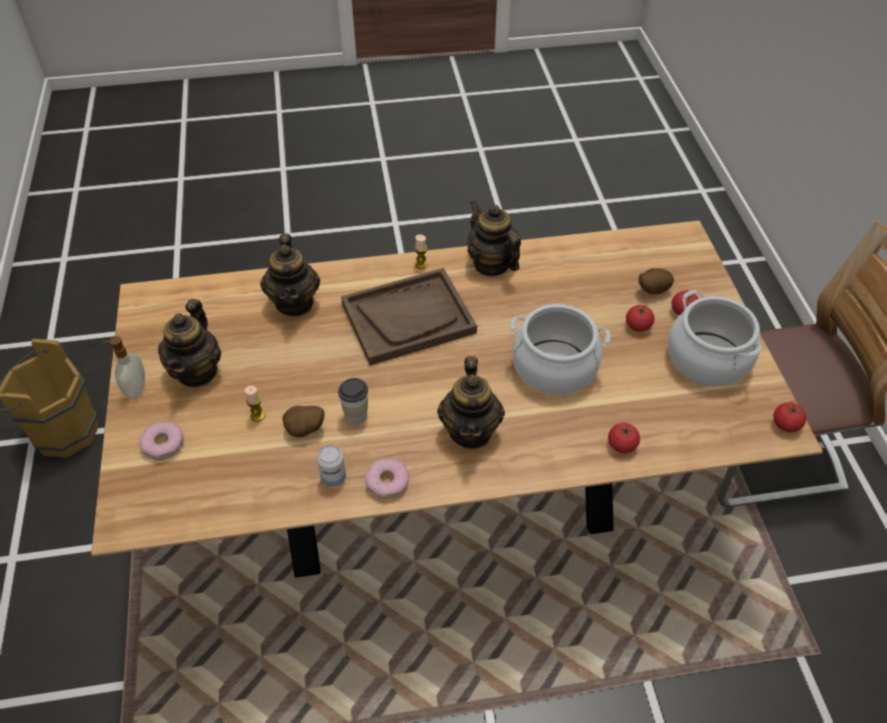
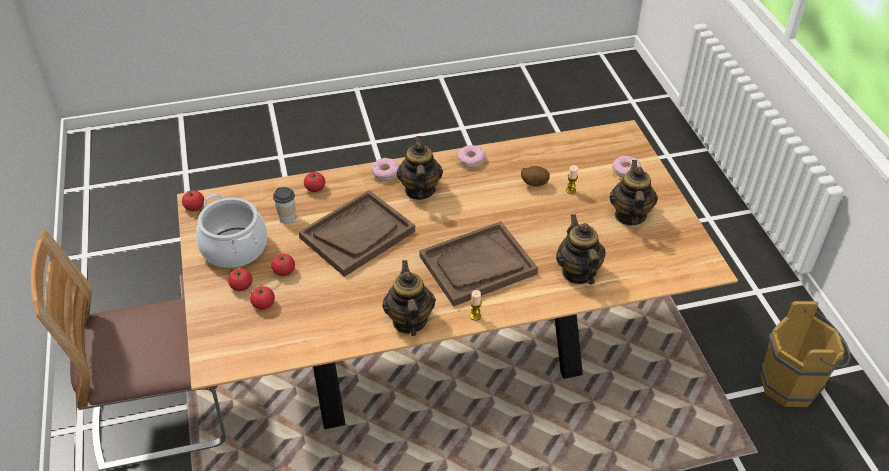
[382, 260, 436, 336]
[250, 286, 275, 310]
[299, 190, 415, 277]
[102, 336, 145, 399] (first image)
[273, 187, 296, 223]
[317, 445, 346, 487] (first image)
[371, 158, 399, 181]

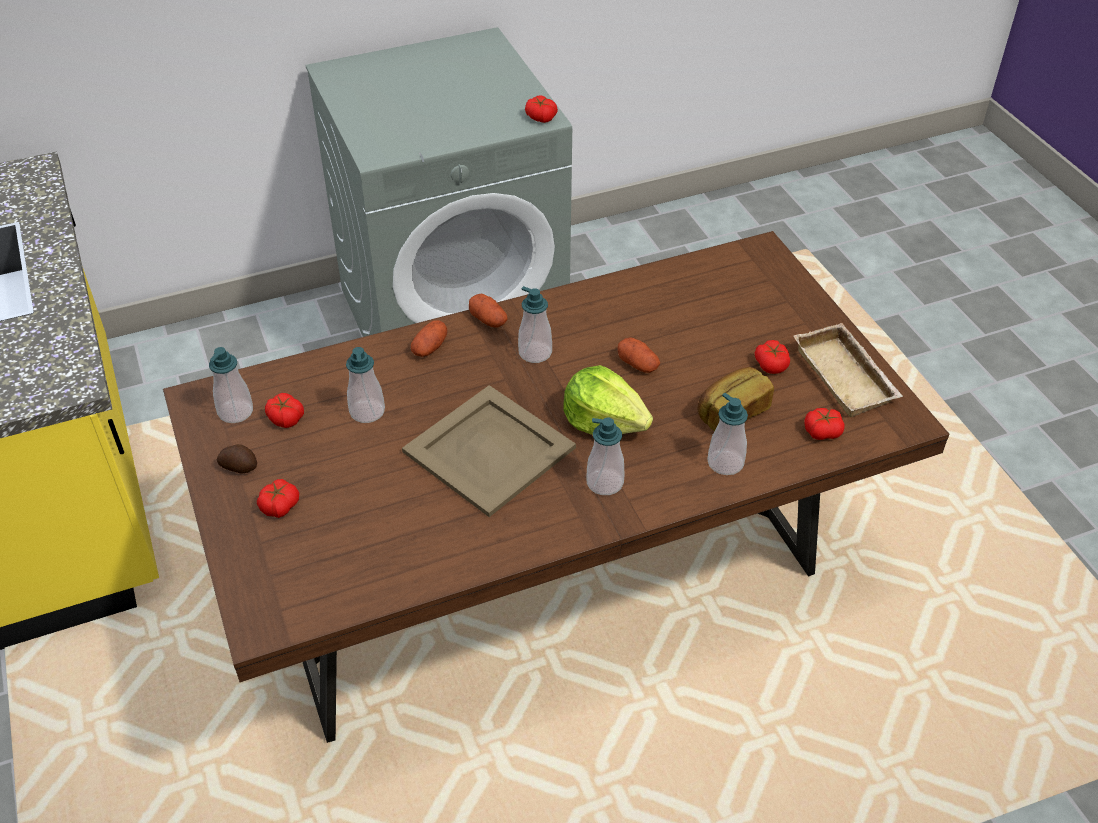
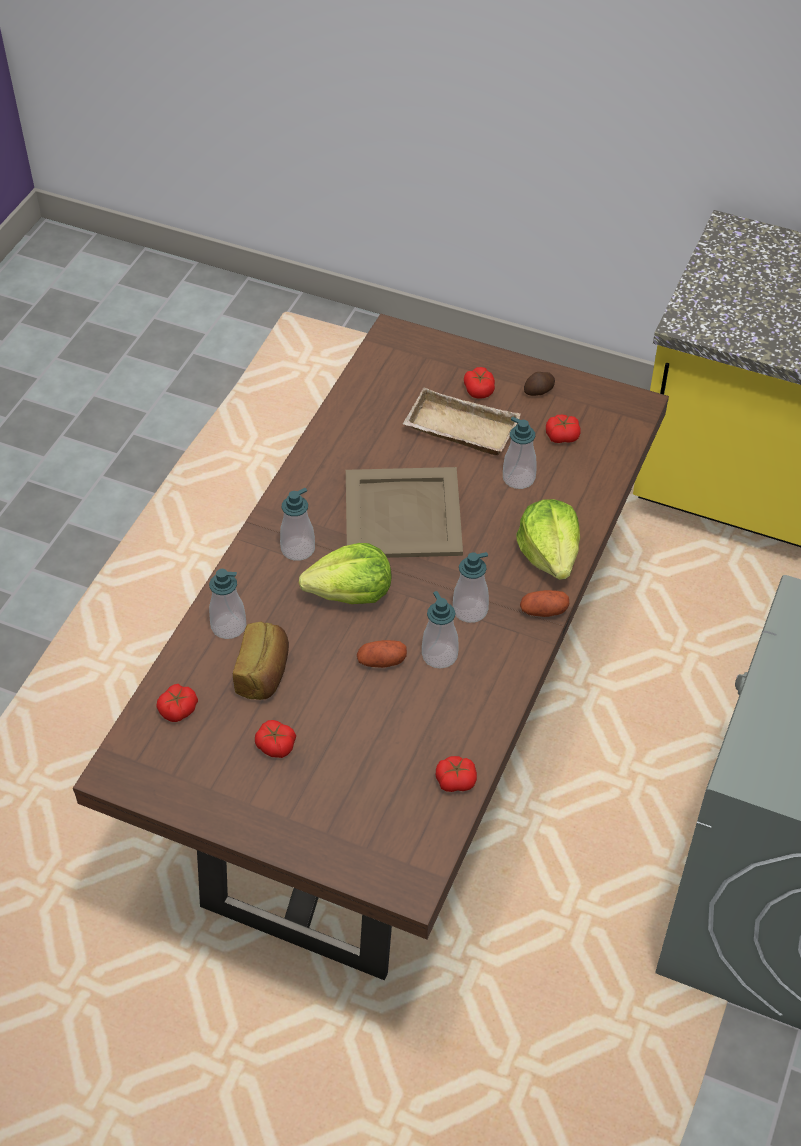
[436, 756, 477, 792]
[516, 499, 580, 580]
[403, 387, 521, 455]
[422, 591, 459, 669]

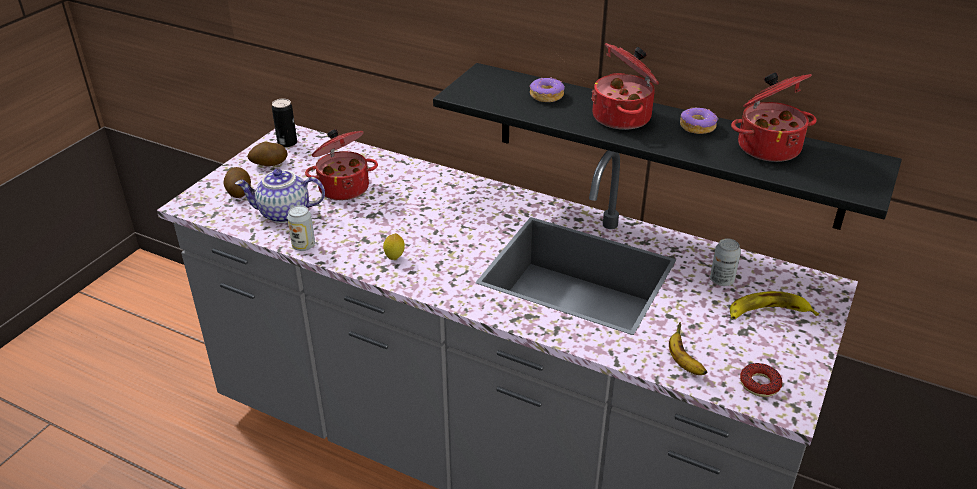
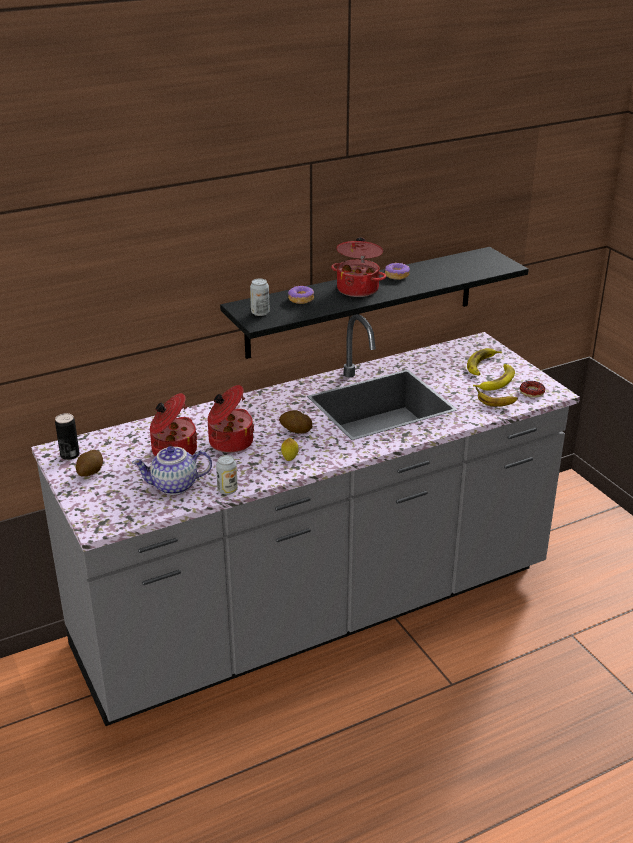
[207, 385, 254, 453]
[279, 410, 312, 433]
[132, 446, 212, 495]
[250, 279, 270, 316]
[473, 364, 515, 391]

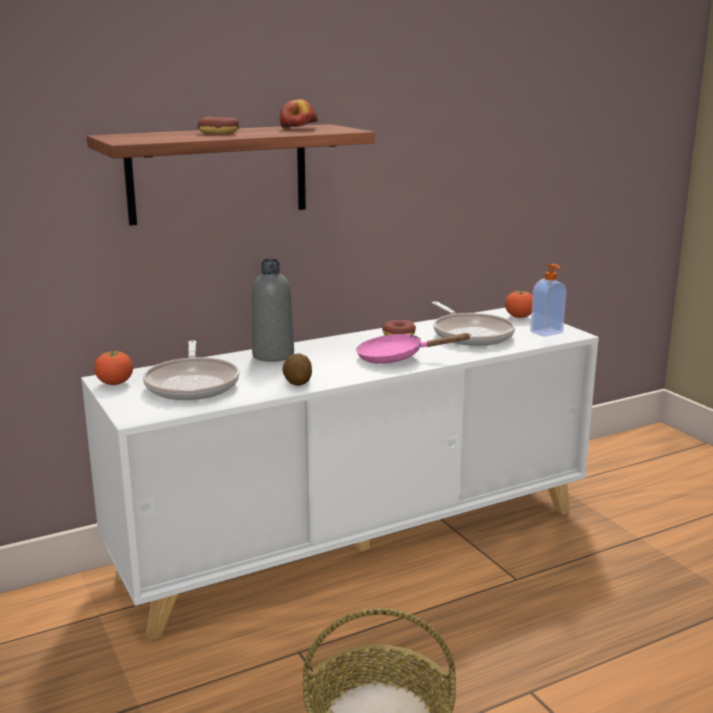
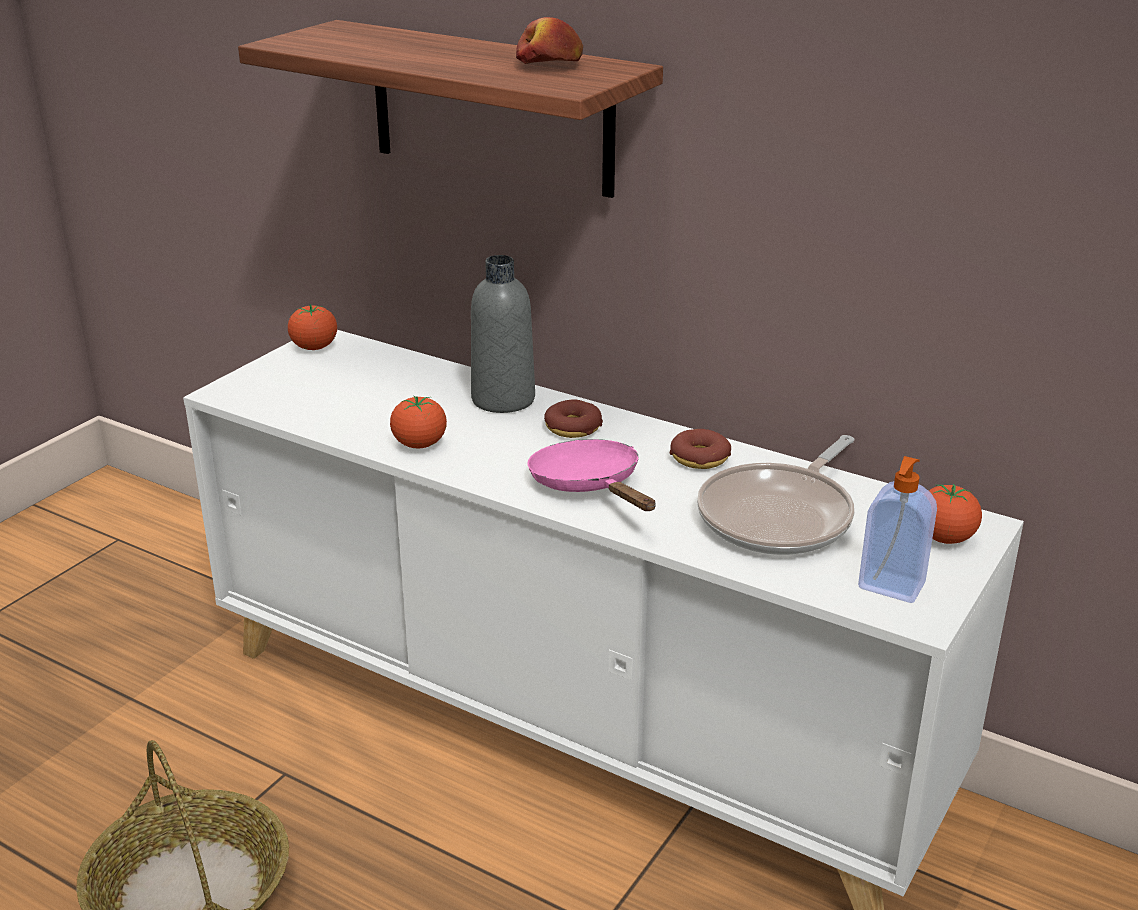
[544, 399, 603, 438]
[143, 340, 240, 400] (first image)
[390, 396, 447, 449]

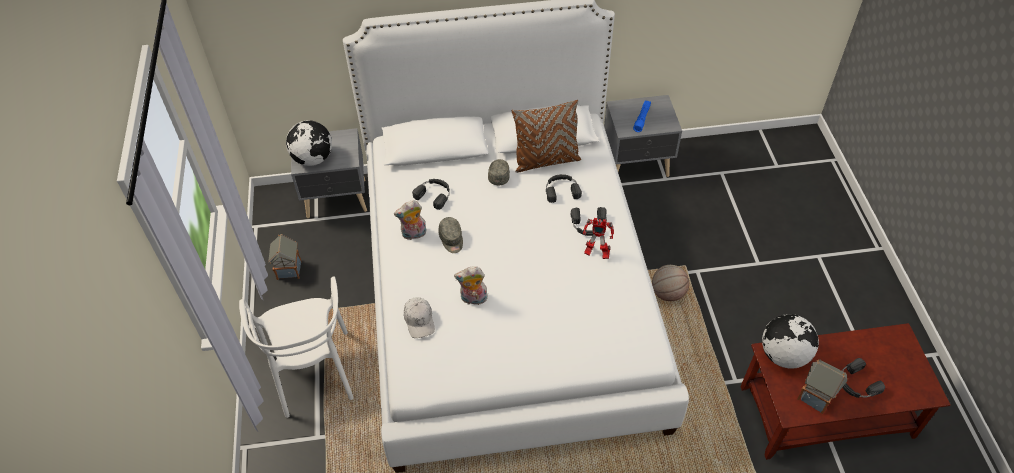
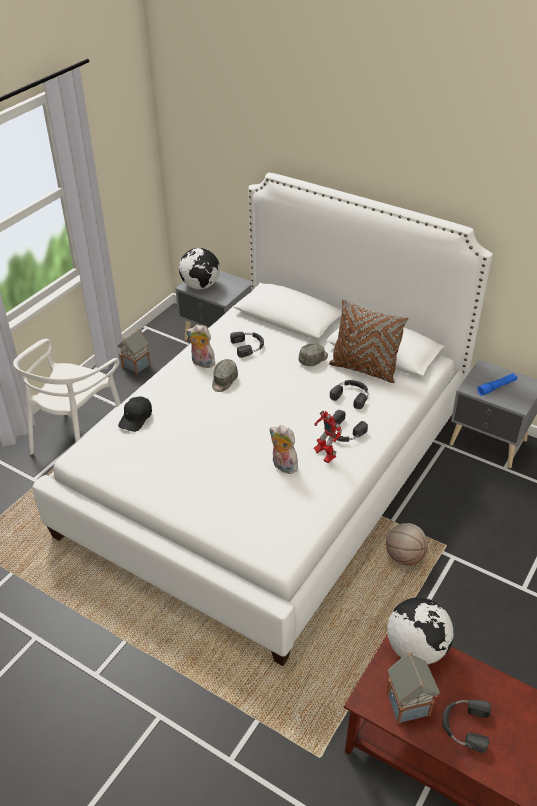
[269, 425, 298, 474]
[118, 397, 152, 432]

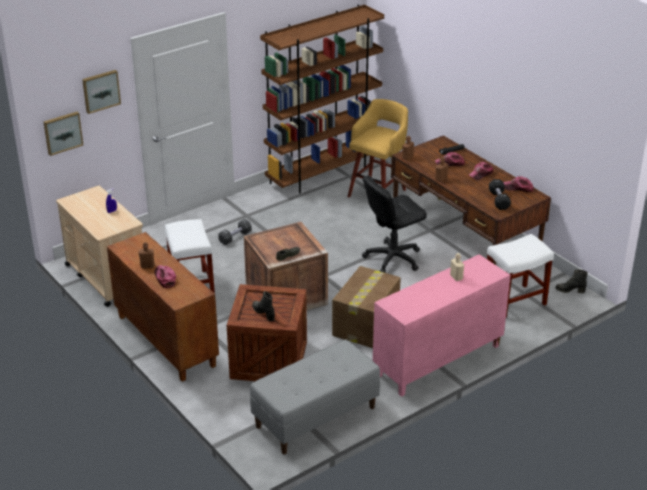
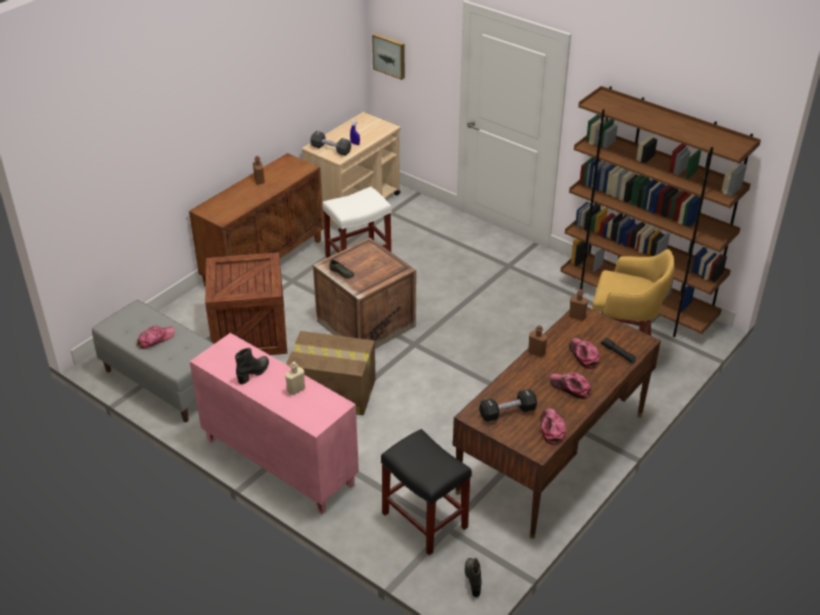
[82, 70, 121, 114] (first image)
[362, 176, 427, 273] (first image)
[310, 131, 351, 156]
[381, 429, 472, 555]
[137, 325, 175, 349]
[235, 348, 269, 384]

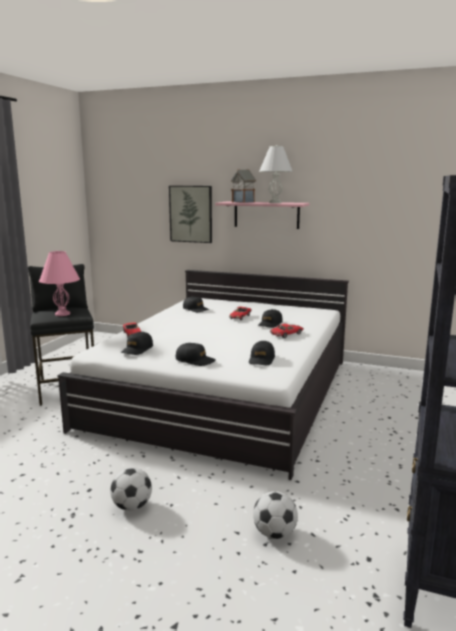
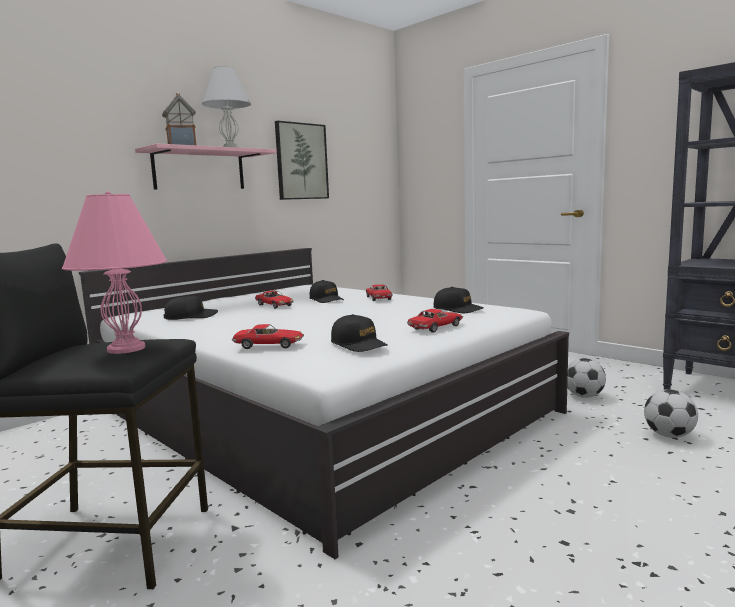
[275, 121, 329, 200]
[407, 309, 463, 333]
[567, 358, 606, 398]

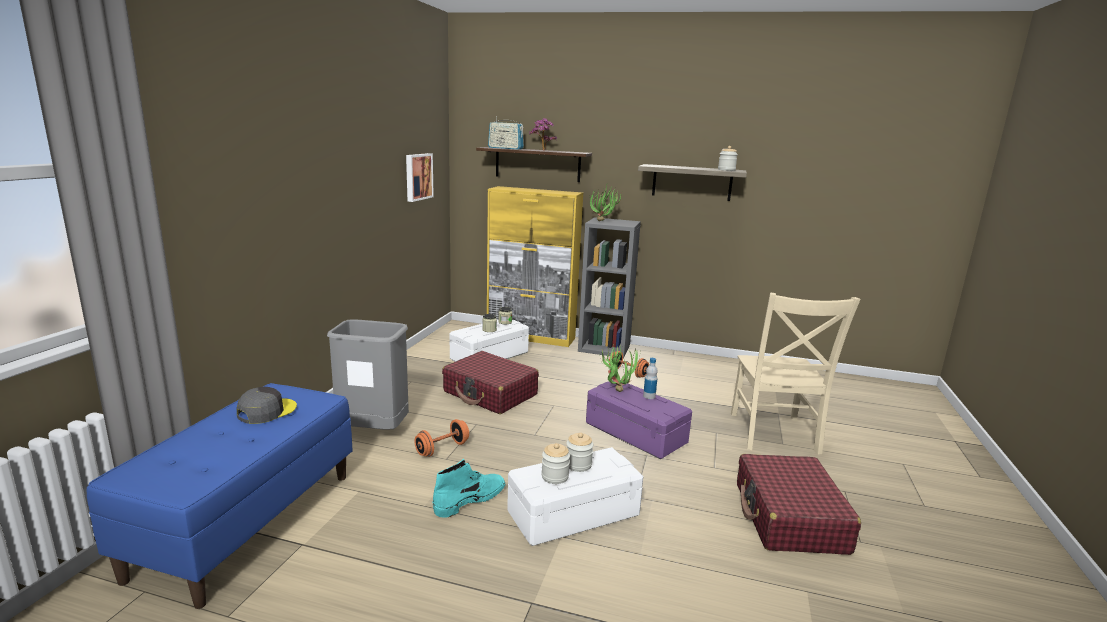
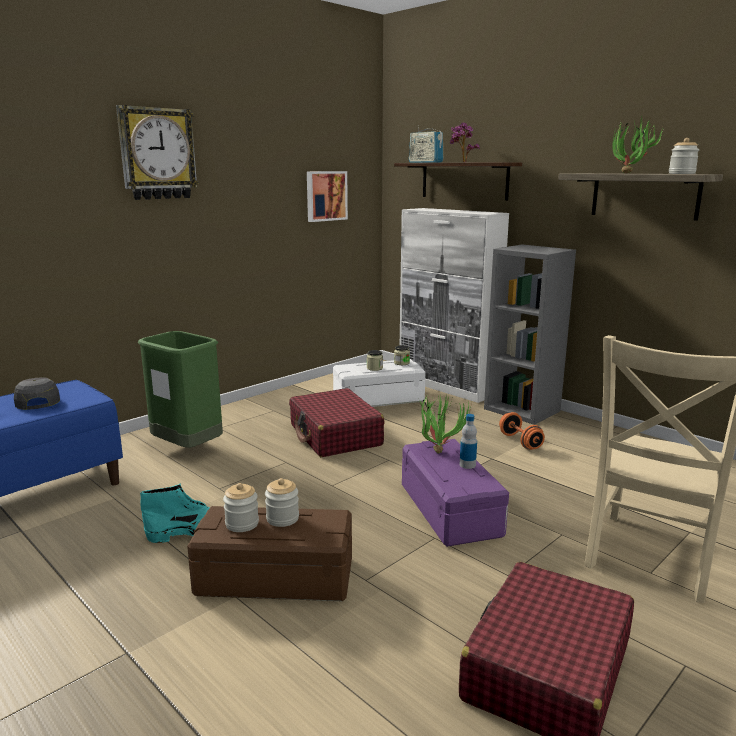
[612, 117, 664, 174]
[400, 208, 509, 403]
[138, 331, 223, 448]
[14, 377, 60, 410]
[414, 419, 469, 457] (first image)
[187, 506, 352, 601]
[116, 105, 199, 200]

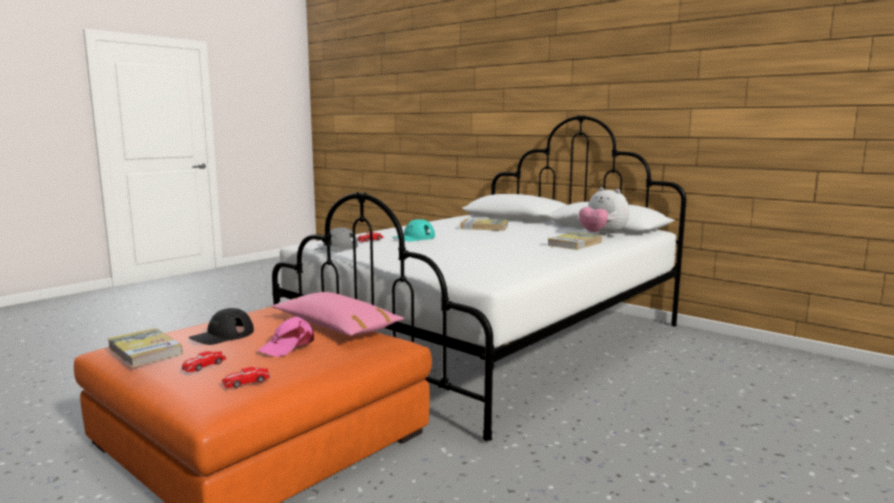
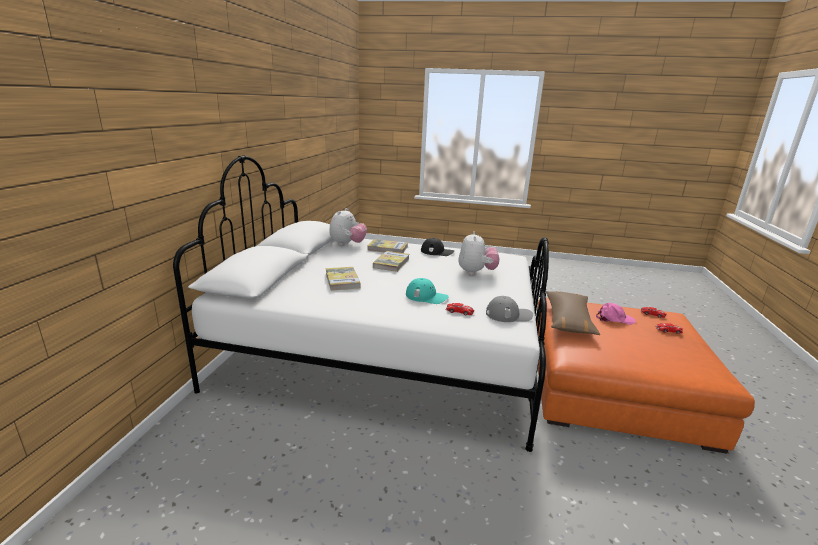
[546, 291, 600, 335]
[421, 238, 454, 256]
[373, 251, 409, 272]
[458, 231, 500, 275]

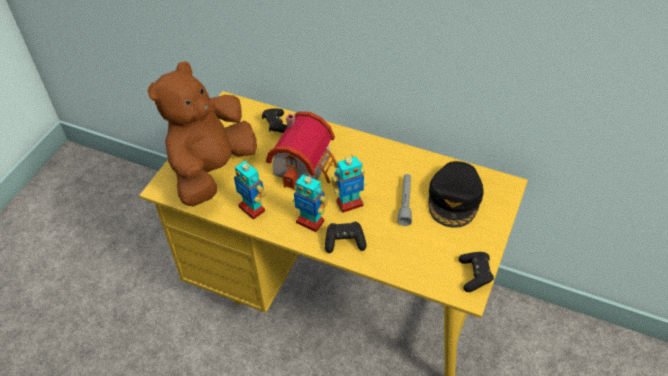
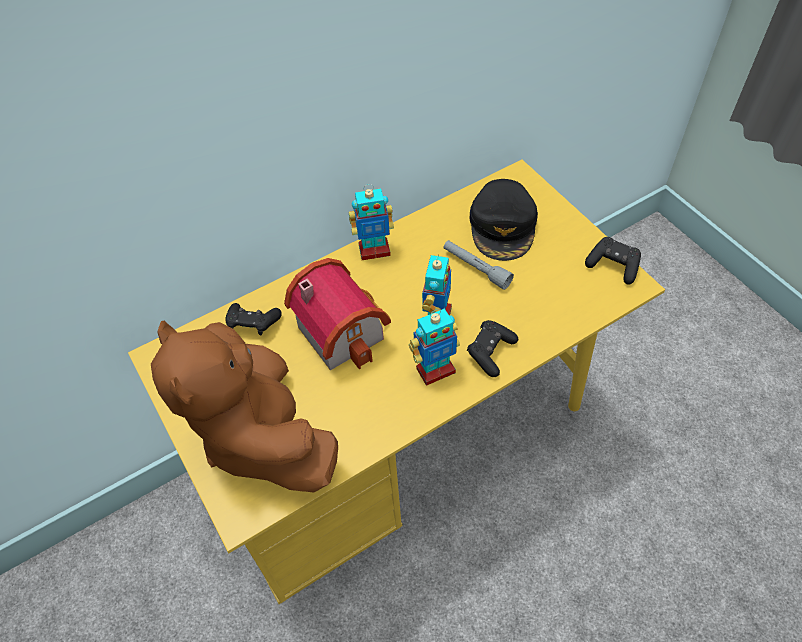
[349, 184, 394, 260]
[469, 179, 538, 261]

